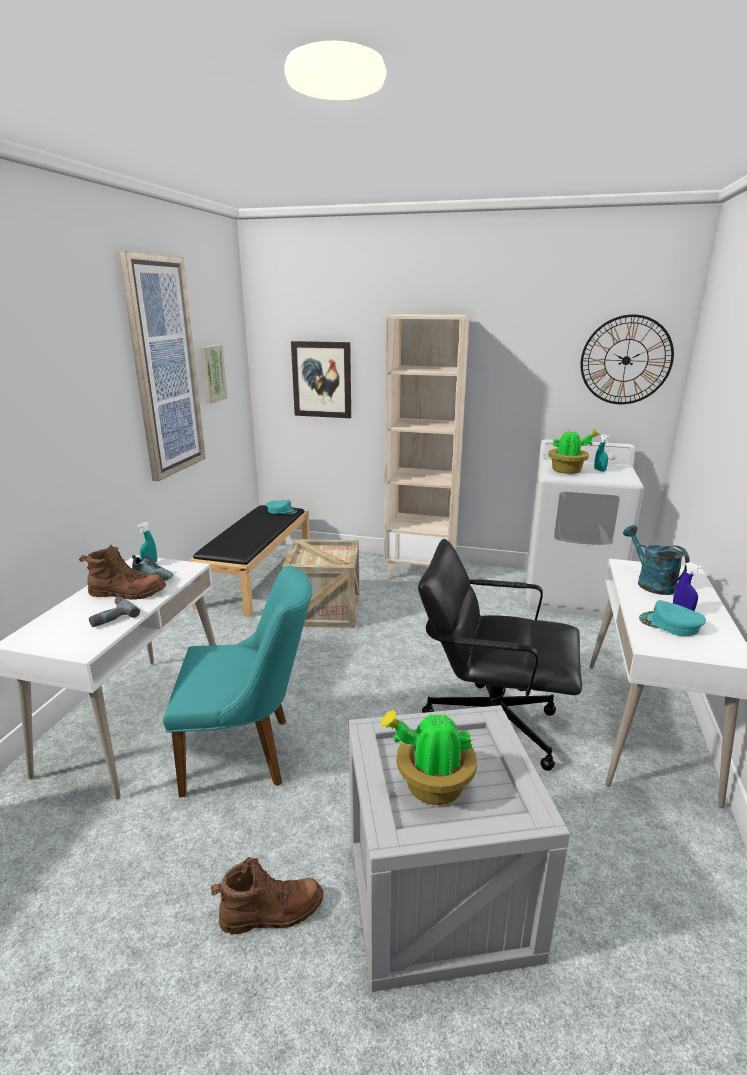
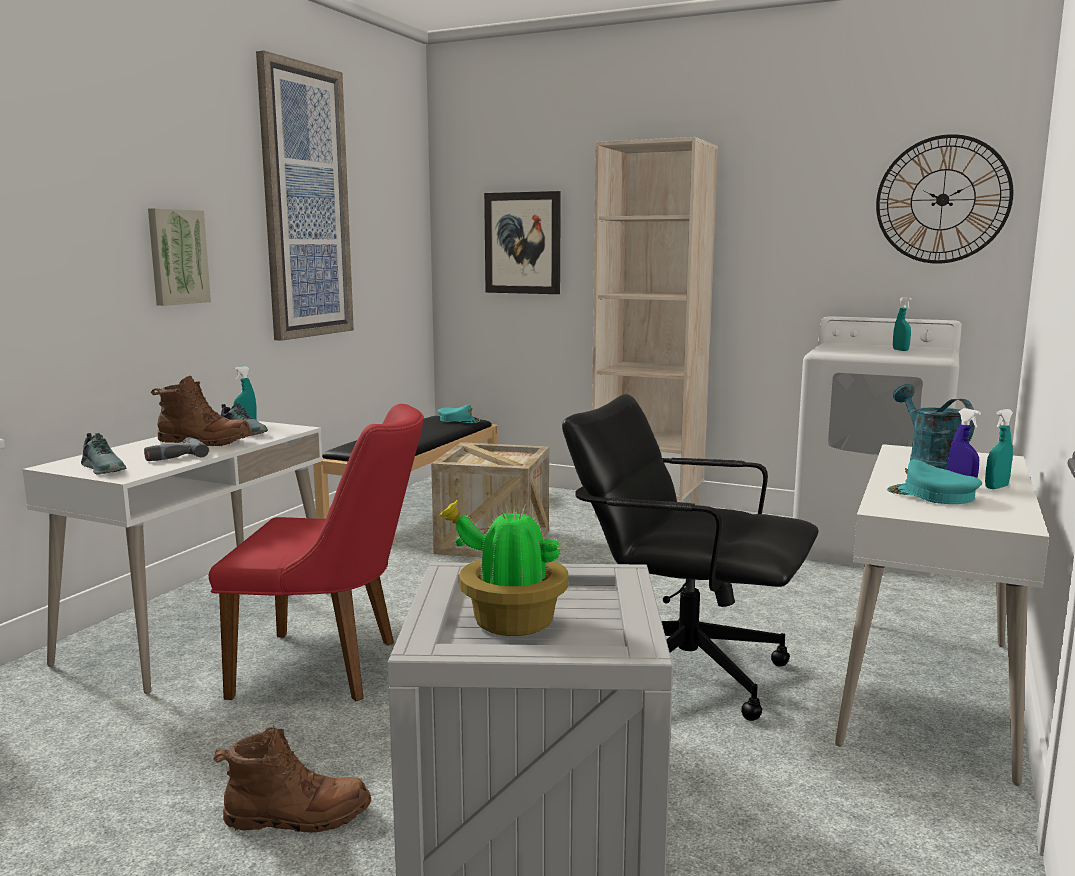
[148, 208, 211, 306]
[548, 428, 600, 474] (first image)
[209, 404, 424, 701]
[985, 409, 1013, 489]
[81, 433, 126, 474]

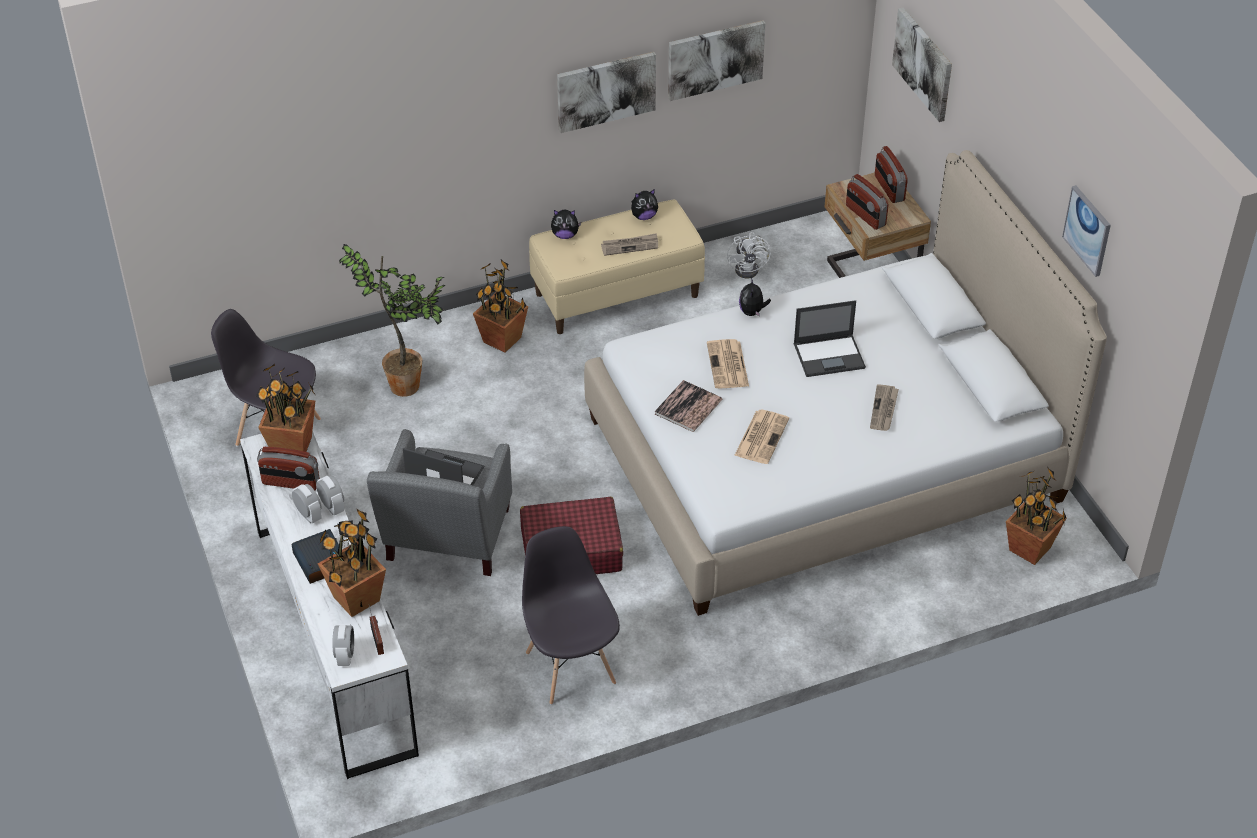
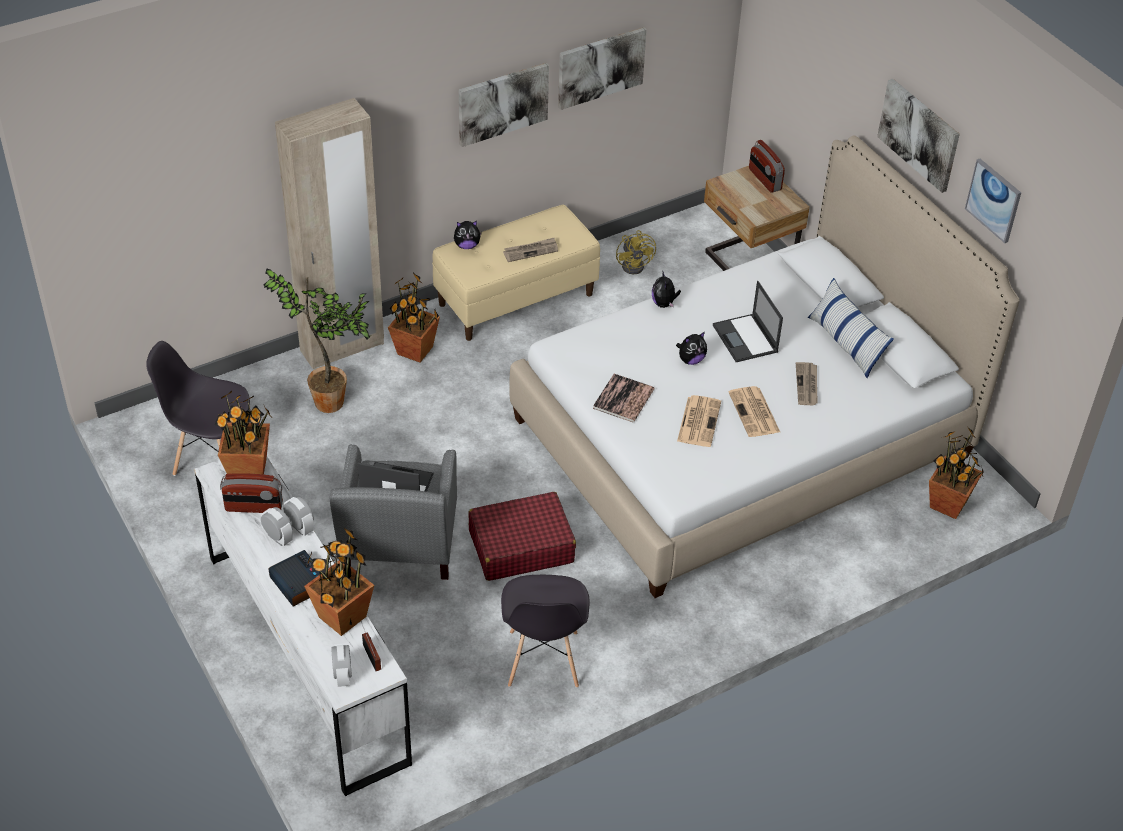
[877, 79, 960, 193]
[846, 174, 889, 230] (first image)
[676, 332, 707, 365]
[616, 230, 656, 274]
[713, 281, 783, 362]
[728, 386, 780, 437]
[501, 575, 590, 688]
[275, 98, 384, 370]
[808, 278, 894, 378]

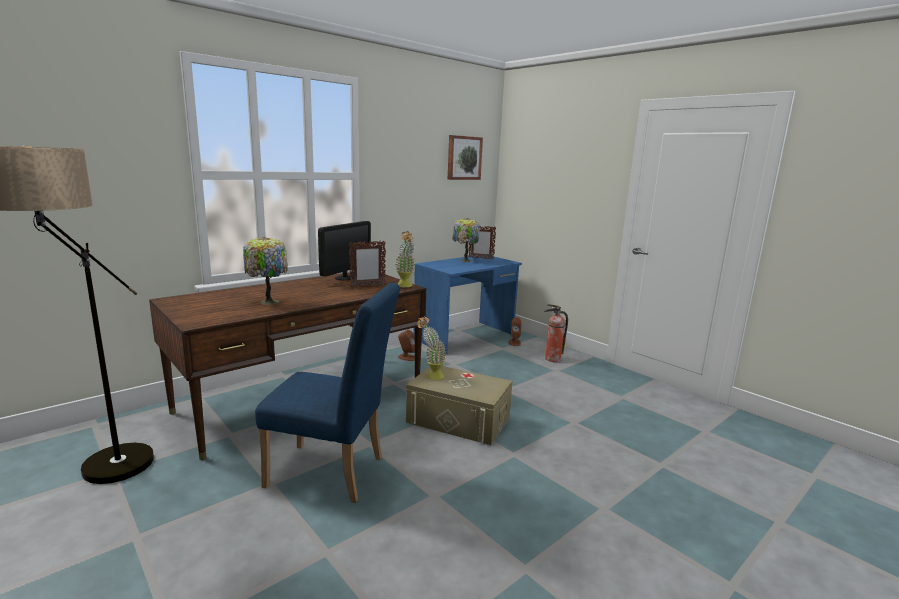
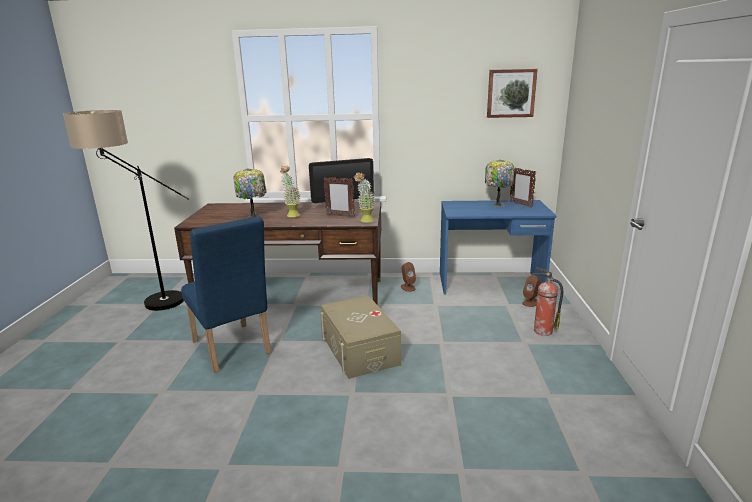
[280, 165, 300, 217]

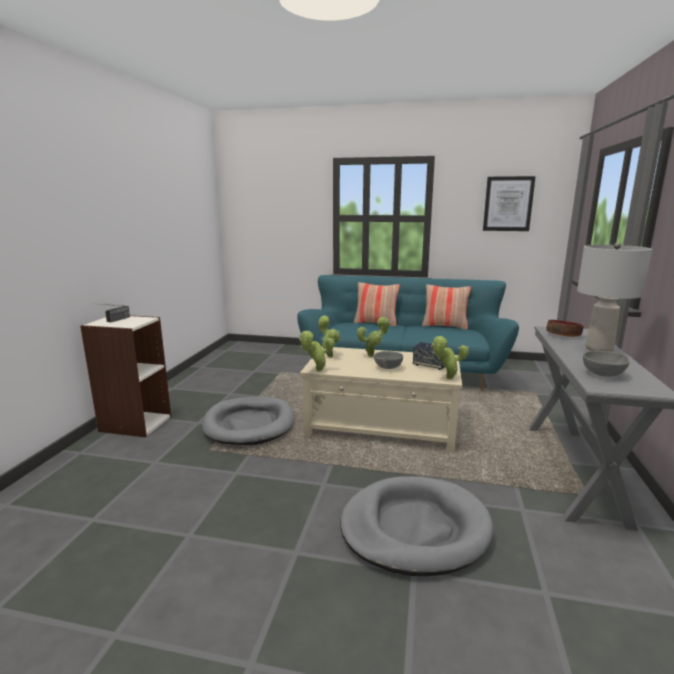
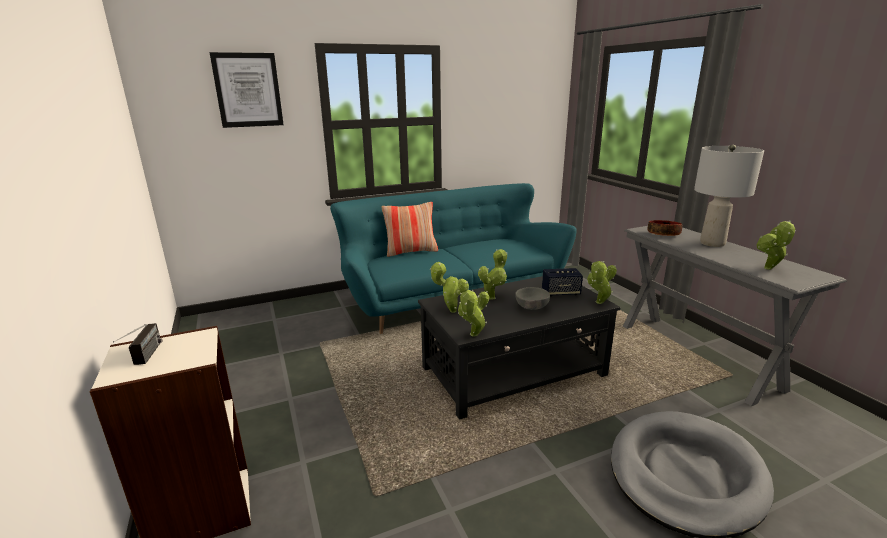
[210, 52, 284, 128]
[422, 284, 471, 330] (first image)
[418, 276, 620, 420]
[756, 220, 796, 270]
[202, 397, 294, 445] (first image)

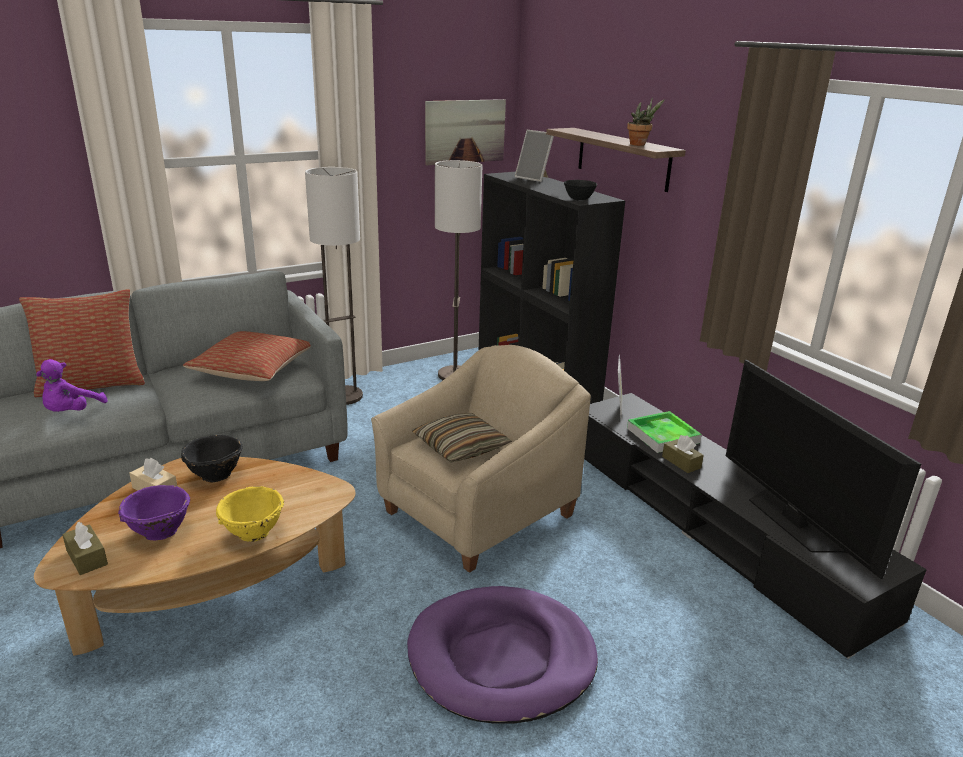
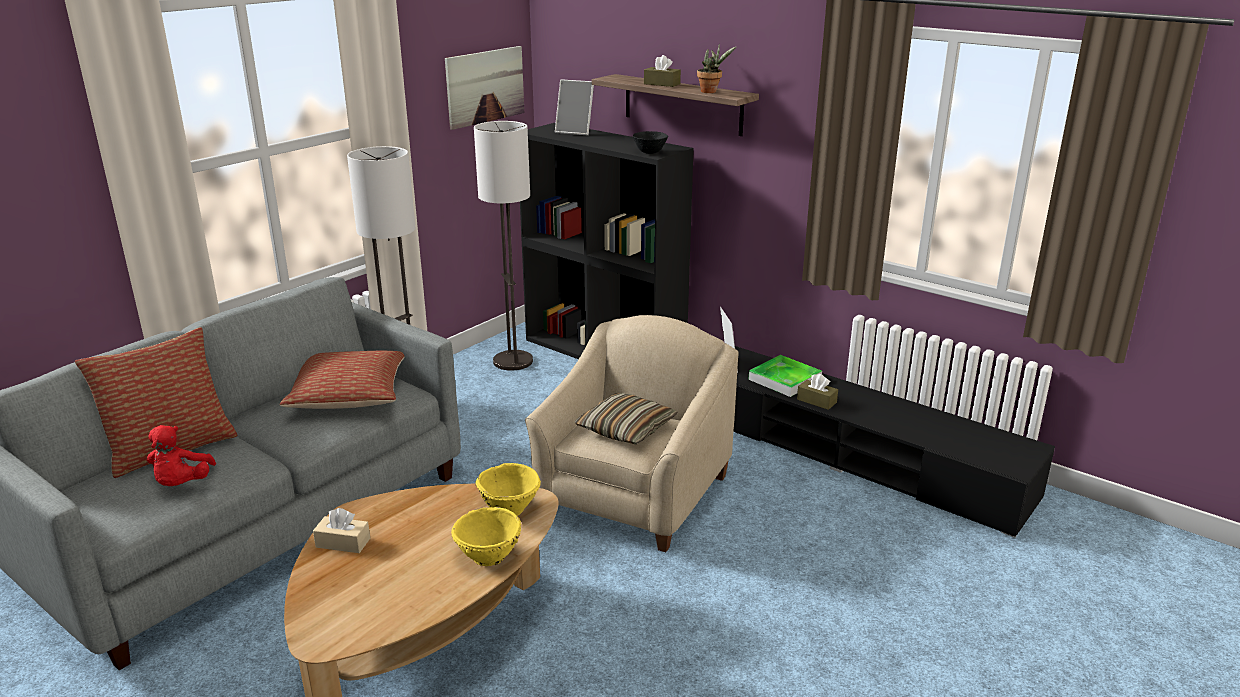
[147, 425, 216, 486]
[726, 360, 921, 579] (first image)
[181, 435, 243, 482] (first image)
[118, 485, 190, 541] (first image)
[644, 55, 681, 87]
[407, 586, 598, 723] (first image)
[475, 463, 541, 516]

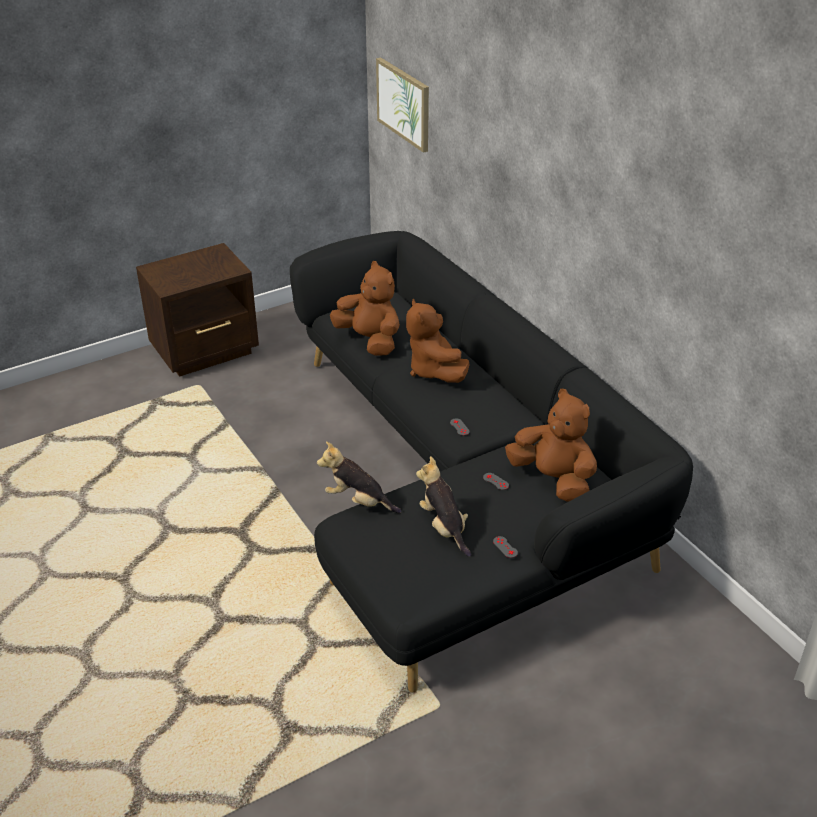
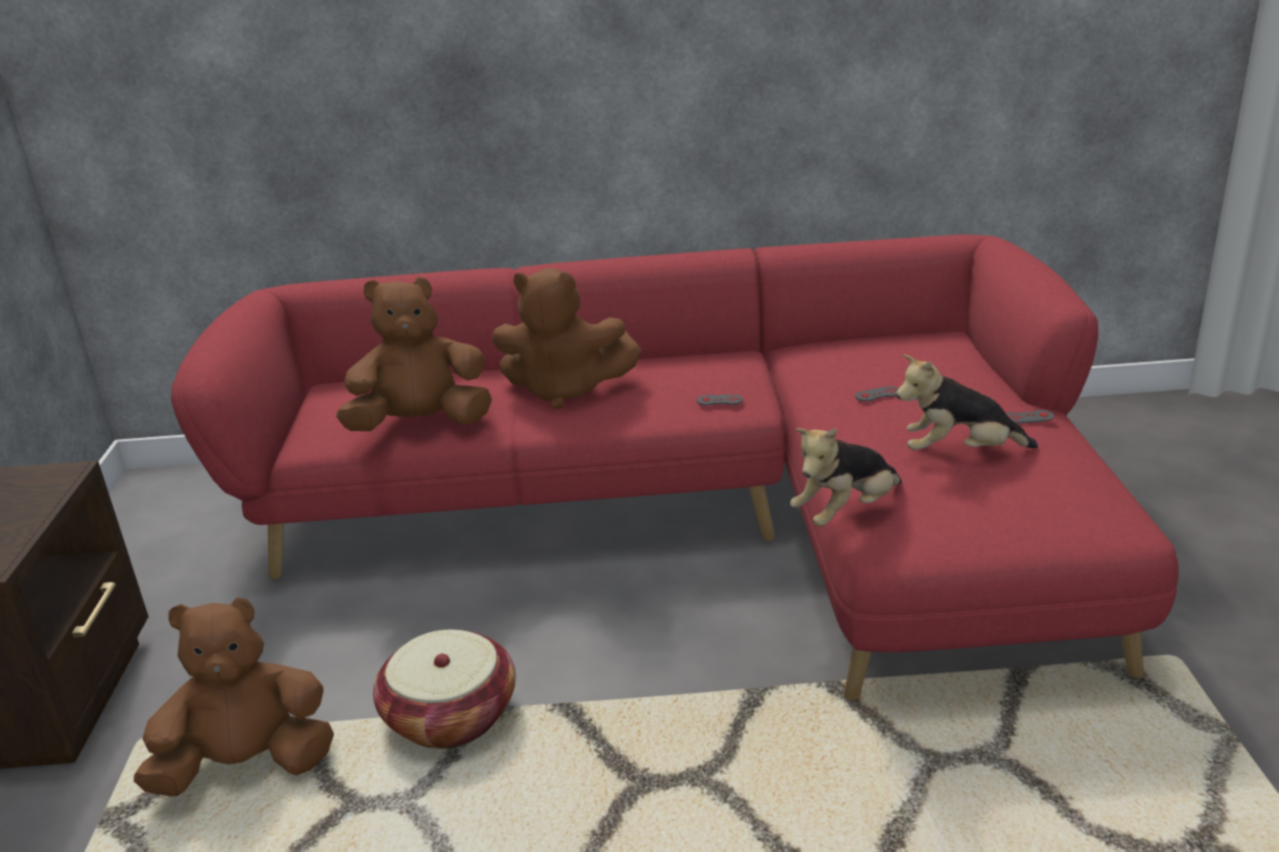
[376, 57, 429, 153] (first image)
[171, 234, 1179, 701]
[134, 597, 334, 796]
[373, 630, 516, 749]

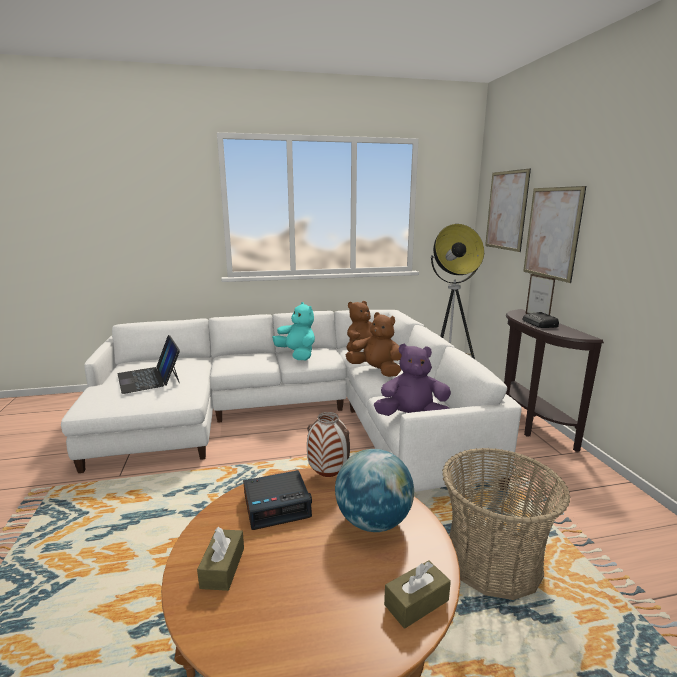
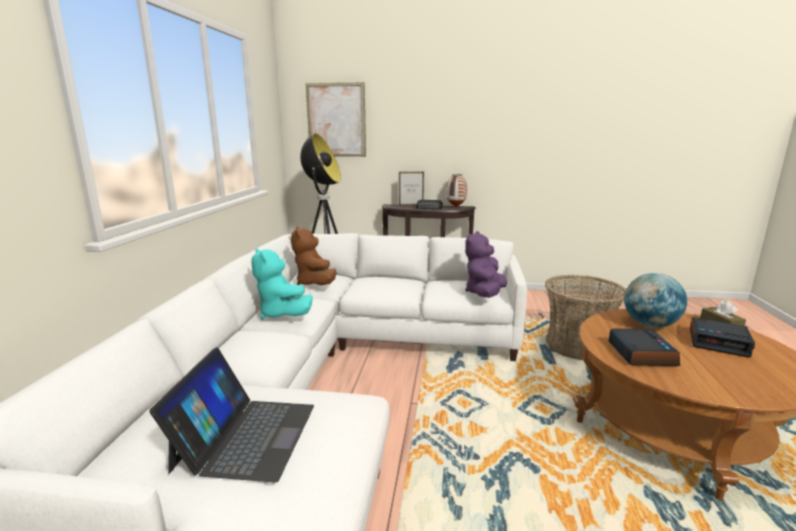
[523, 186, 586, 283] (first image)
[251, 248, 313, 320]
[346, 312, 401, 377] (first image)
[149, 347, 314, 483]
[446, 174, 467, 207]
[197, 527, 244, 591] (first image)
[690, 317, 755, 357]

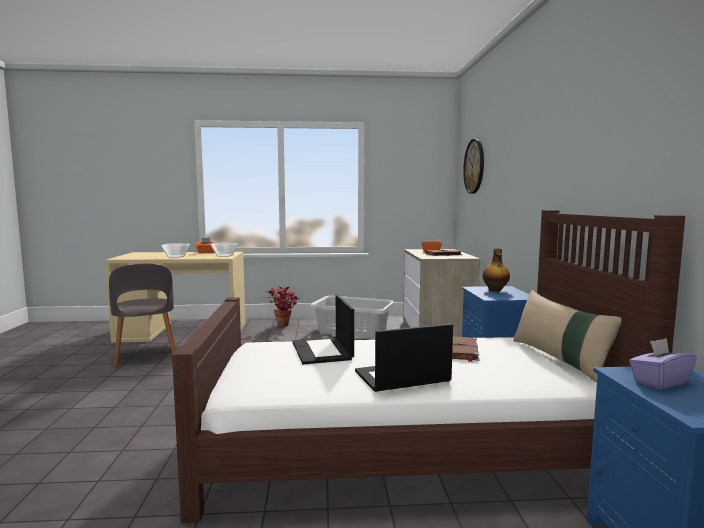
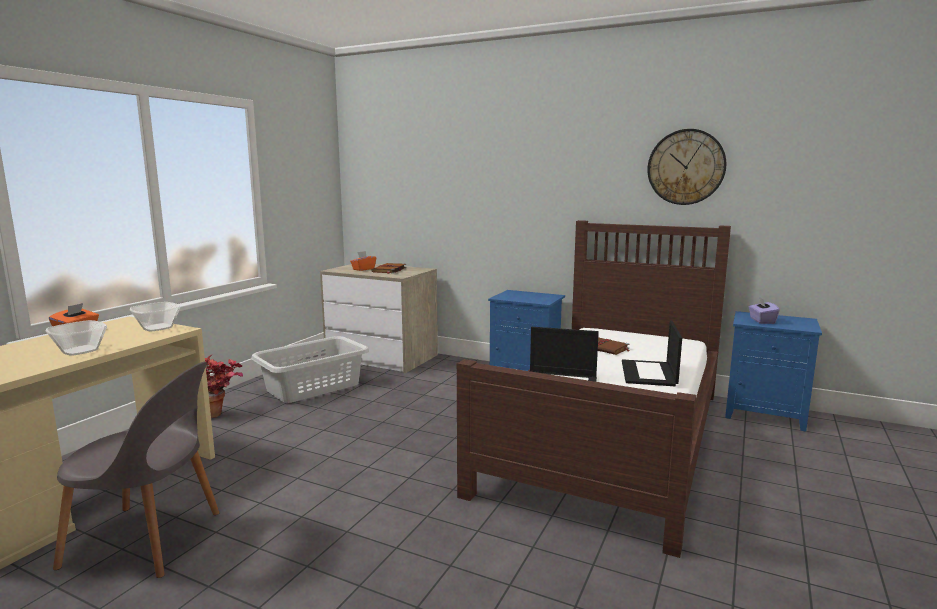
[647, 129, 726, 205]
[482, 248, 510, 292] (first image)
[513, 290, 622, 383] (first image)

